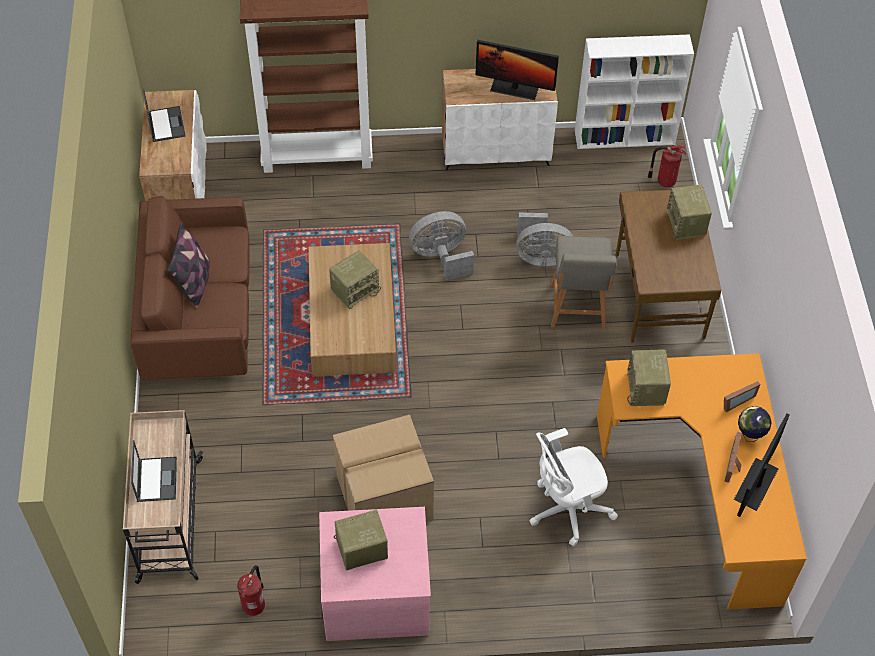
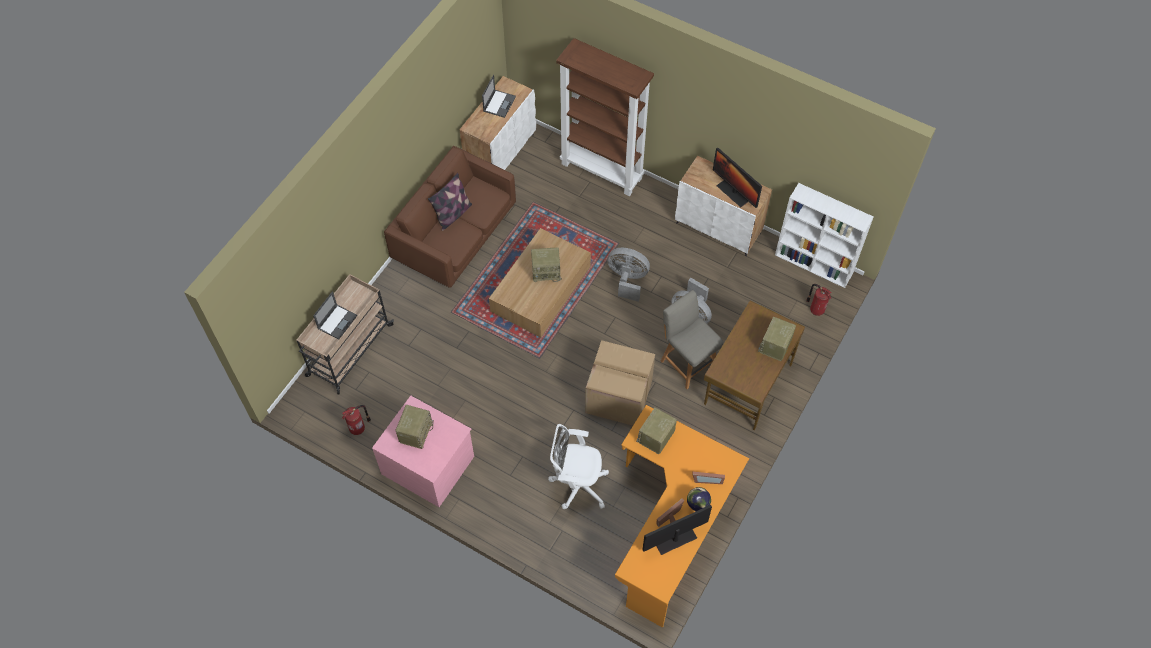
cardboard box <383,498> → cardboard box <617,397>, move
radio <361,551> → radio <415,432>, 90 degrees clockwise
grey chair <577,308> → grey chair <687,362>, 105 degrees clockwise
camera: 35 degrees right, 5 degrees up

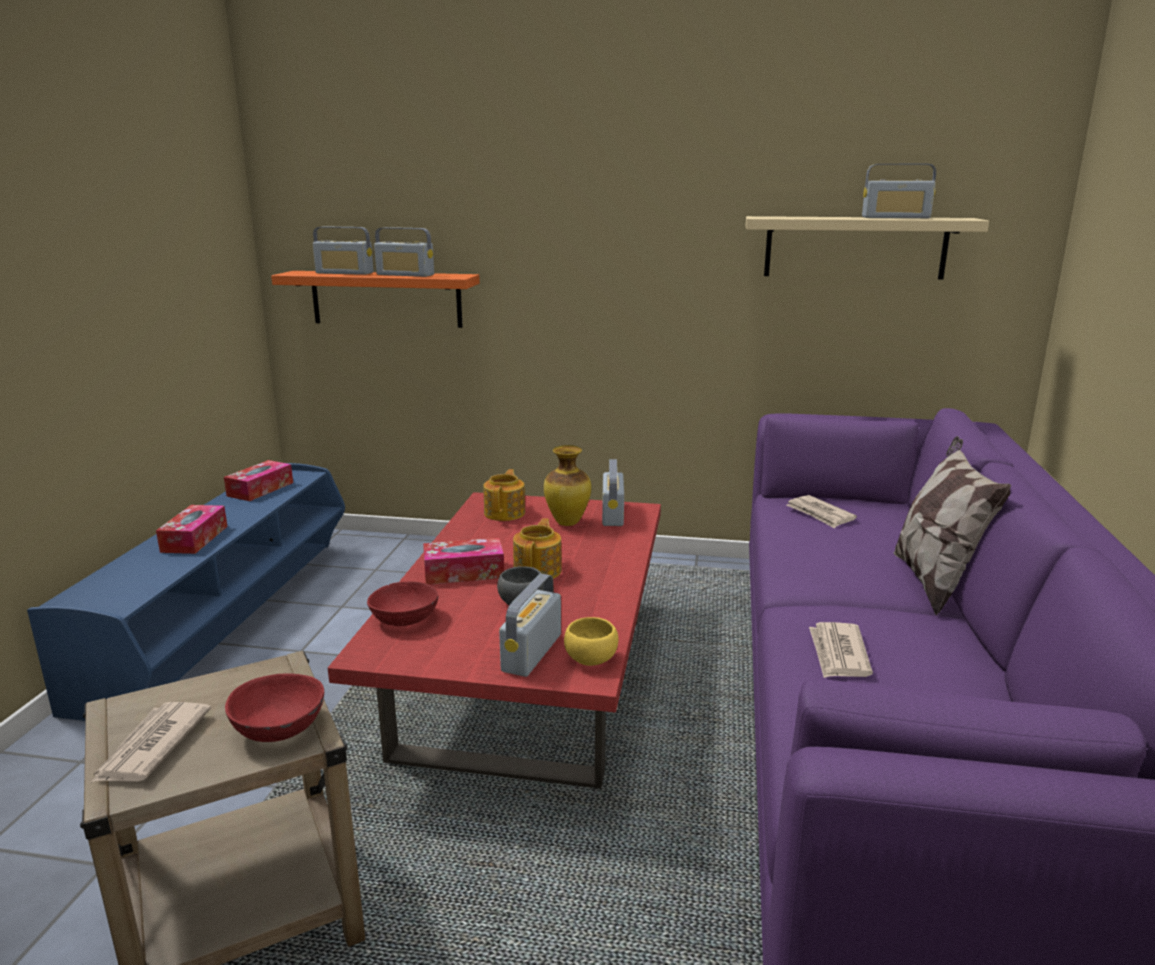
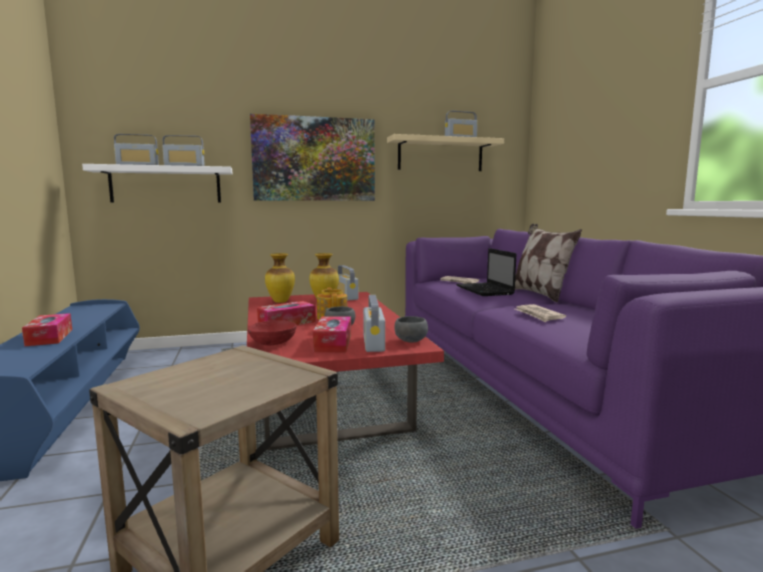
newspaper <151,746> → -
tissue box <260,489> → tissue box <333,343>, move
red bowl <278,728> → -
orange shelf <386,299> → white shelf <166,185>
teapot <505,513> → vase <281,302>
yellow bowl <590,658> → grey bowl <410,340>
- → picture <314,159>
- → laptop <485,290>
camera: 25 degrees left, 10 degrees down

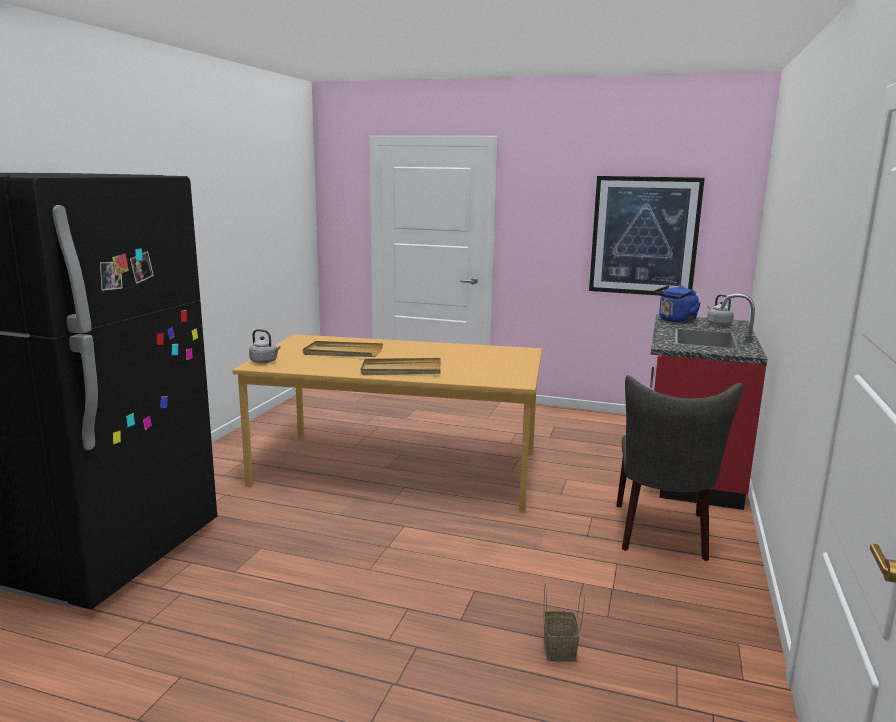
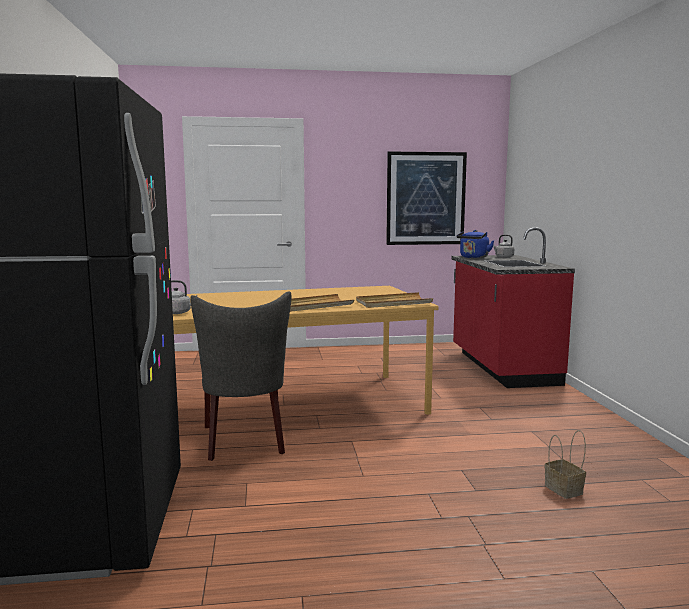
beige tray <342,352> → beige tray <393,303>, move
grey chair <662,535> → grey chair <245,442>, move
camera: 25 degrees left, 5 degrees down

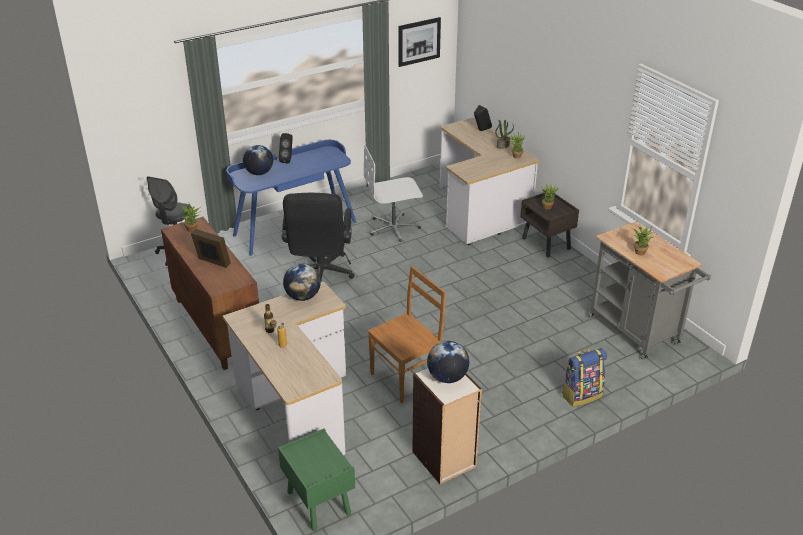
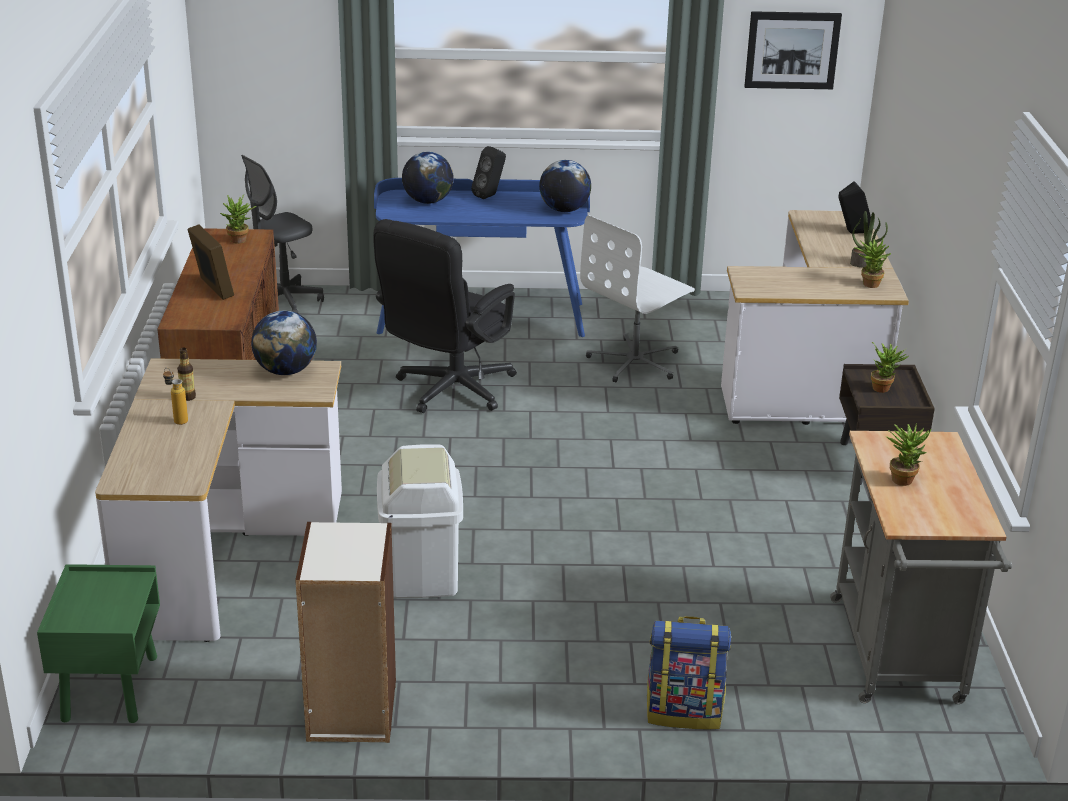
white office chair <394,228> → white office chair <635,362>, 60 degrees counterclockwise
brown chair <406,378> → white trash can <422,575>
globe <447,377> → globe <564,210>, move
camera: 30 degrees right, 5 degrees down

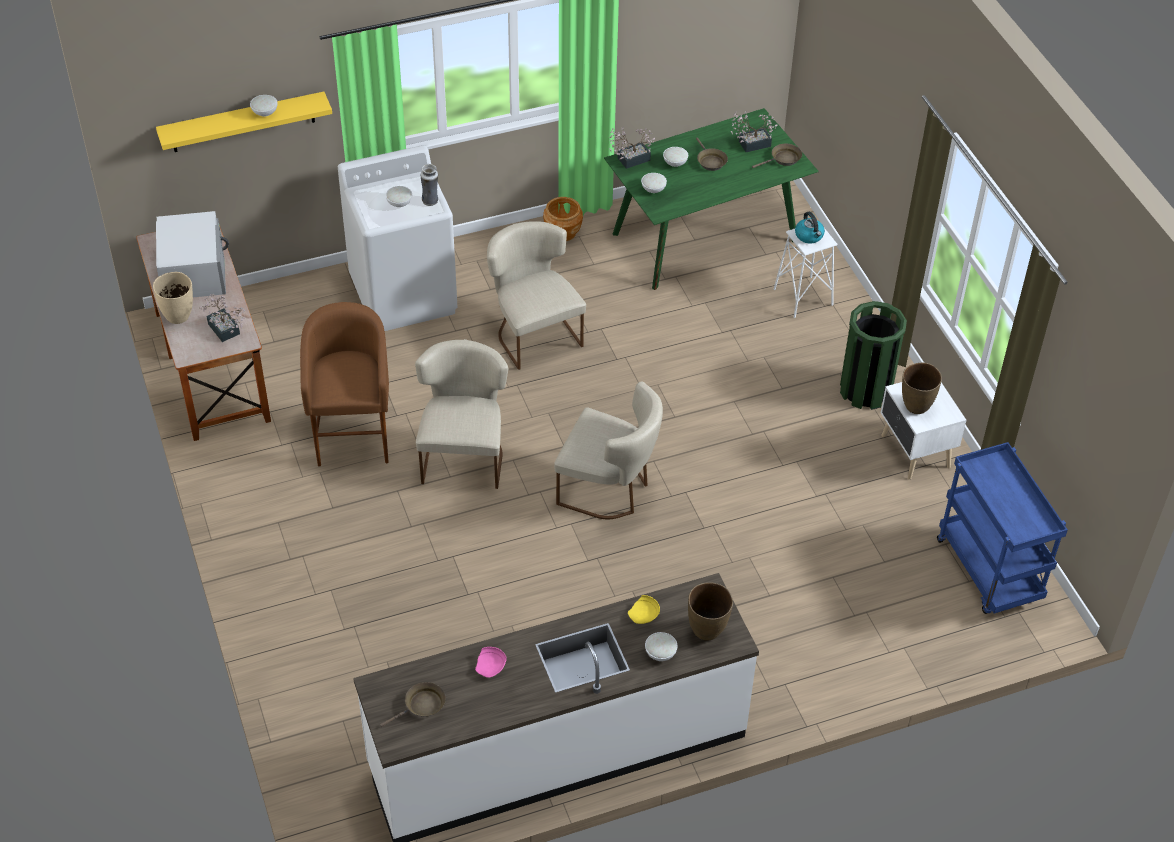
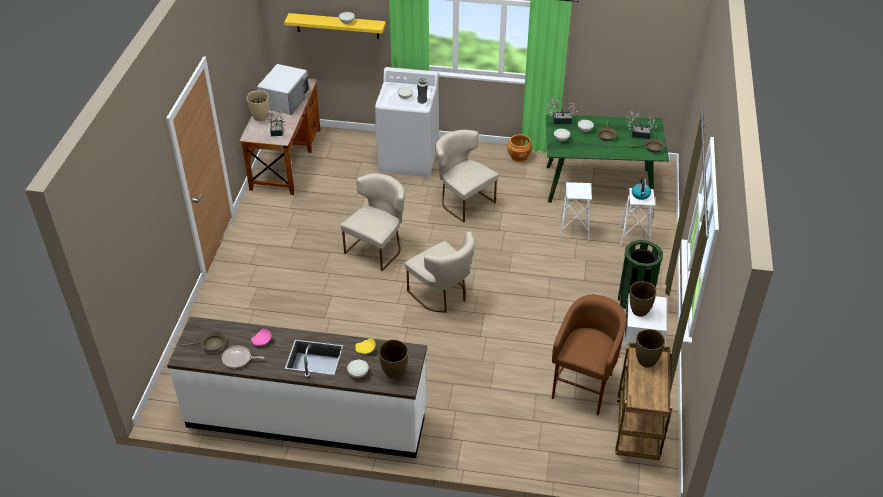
brown stool <353,435> → brown stool <584,387>, move
beige chair <533,333> → beige chair <463,201>, 45 degrees counterclockwise
blue cart <990,571> → brown cart <638,432>
- → frying pan <238,359>
- → white stool <573,230>
- → brown vase <646,361>
camera: 30 degrees right, 5 degrees down

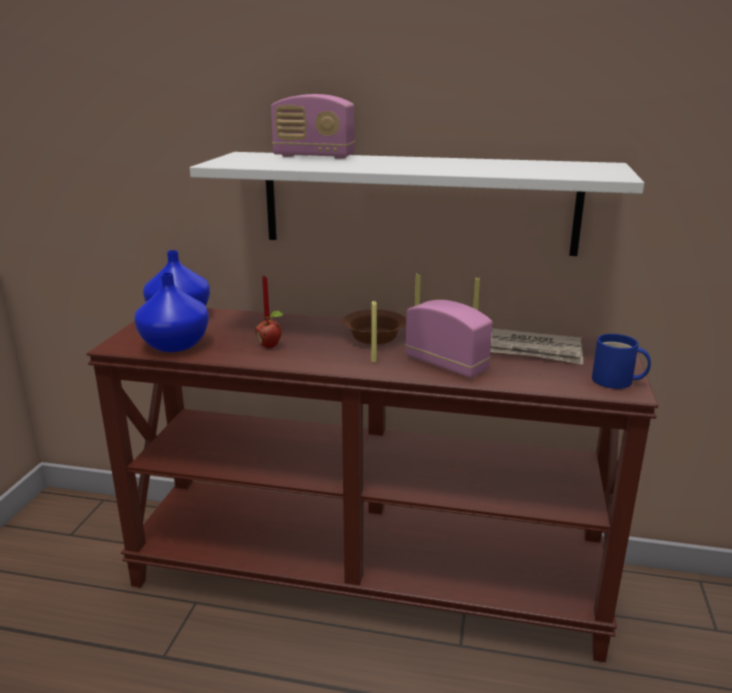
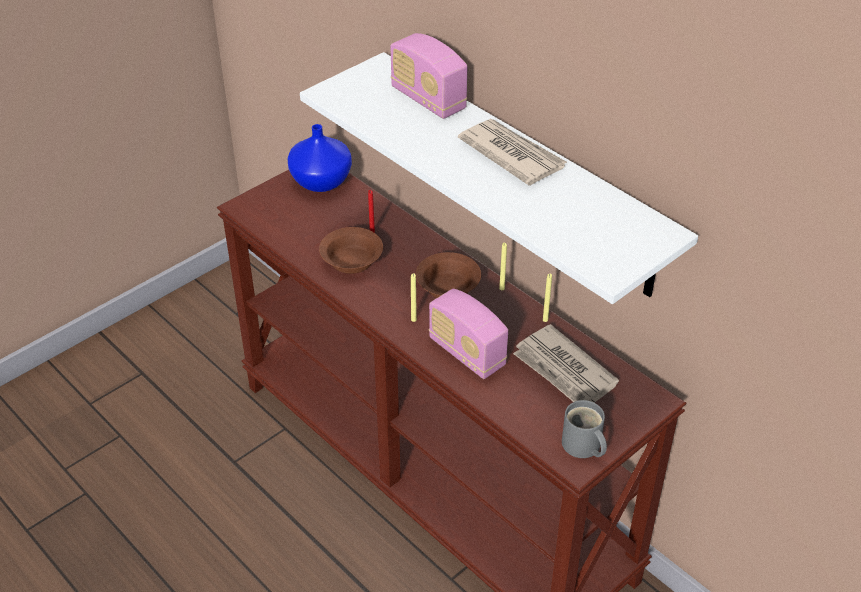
blue vase <175,344> → -
apple <270,346> → brown bowl <353,261>
radio <446,364> → radio <467,353>, 150 degrees clockwise
blue mug <616,381> → grey mug <582,446>
- → newspaper <511,154>
camera: 35 degrees right, 20 degrees up

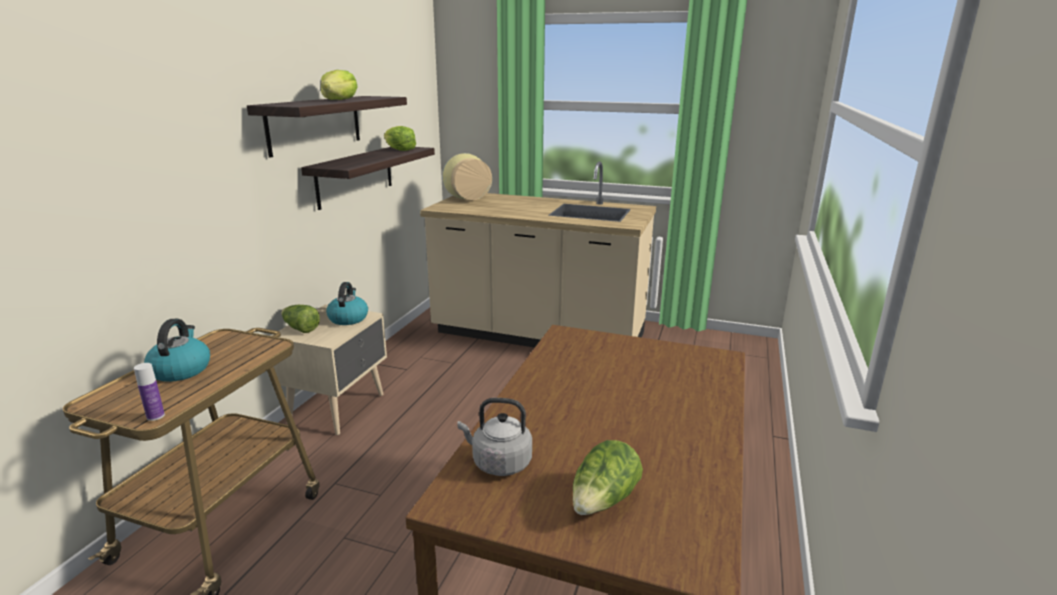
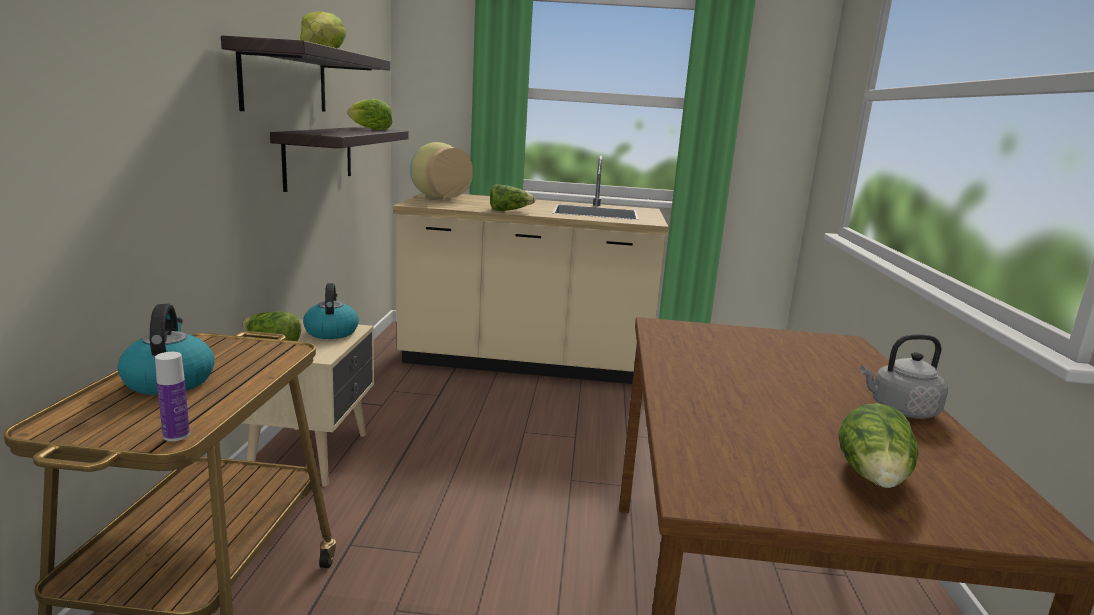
grey kettle <498,463> → grey kettle <900,410>, move
- → lettuce <509,211>
camera: 15 degrees left, 5 degrees down

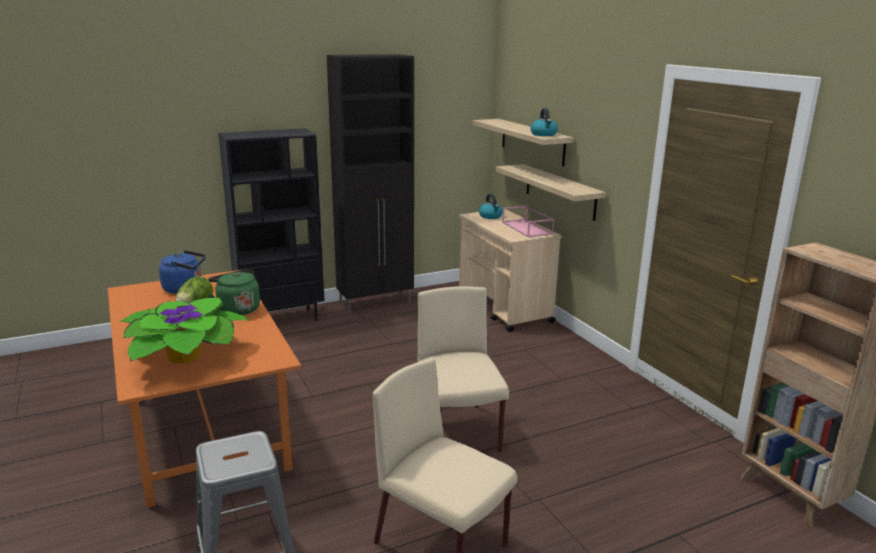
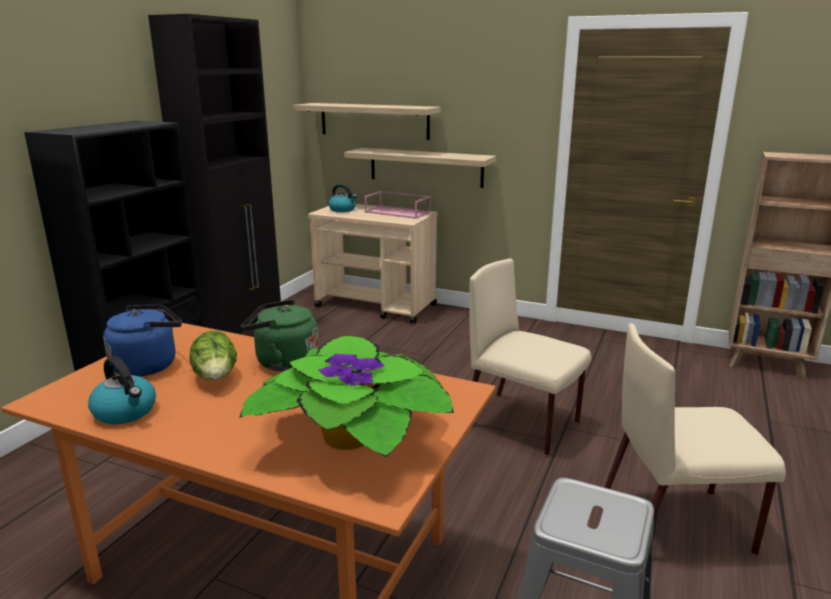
kettle <543,134> → kettle <126,412>, move
camera: 40 degrees left, 0 degrees up

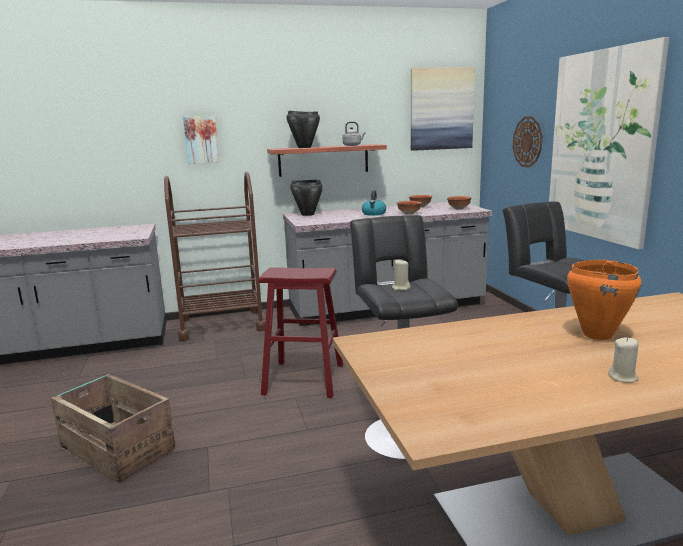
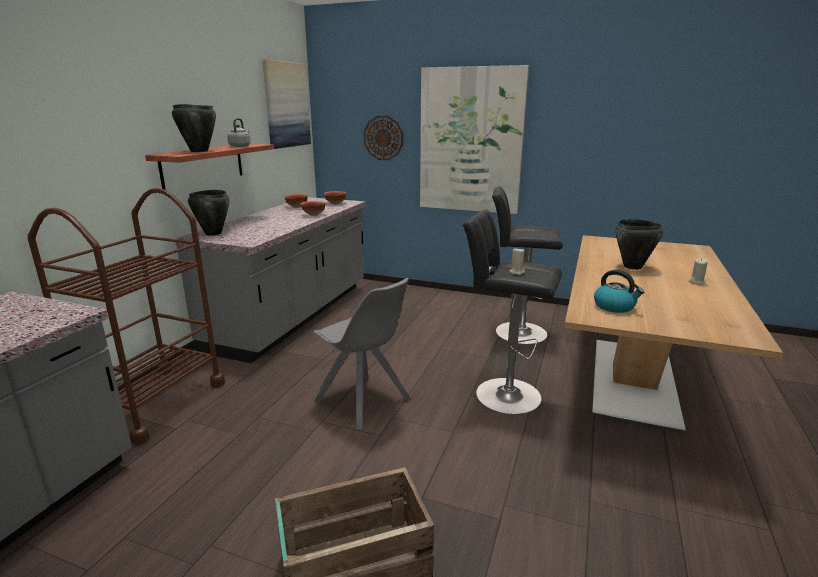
picture <201,139> → -
red stool <304,379> → grey chair <364,401>
kettle <374,214> → kettle <615,307>, move
orange cooking pot <596,335> → black cooking pot <632,267>
camera: 55 degrees left, 5 degrees up

